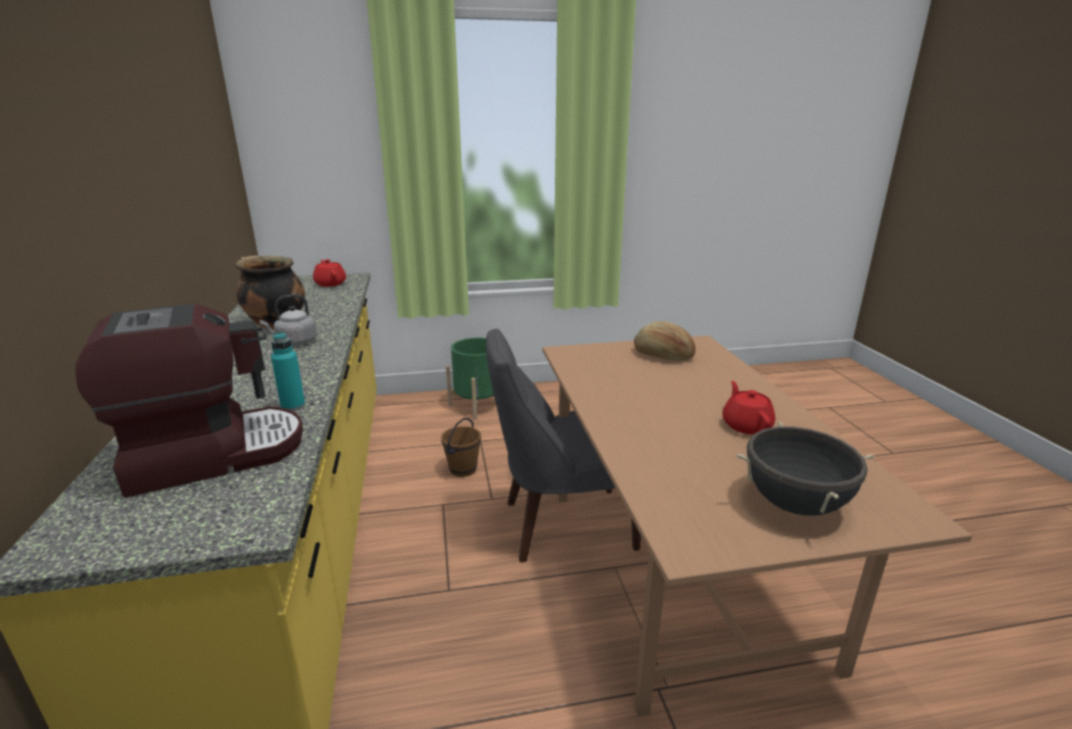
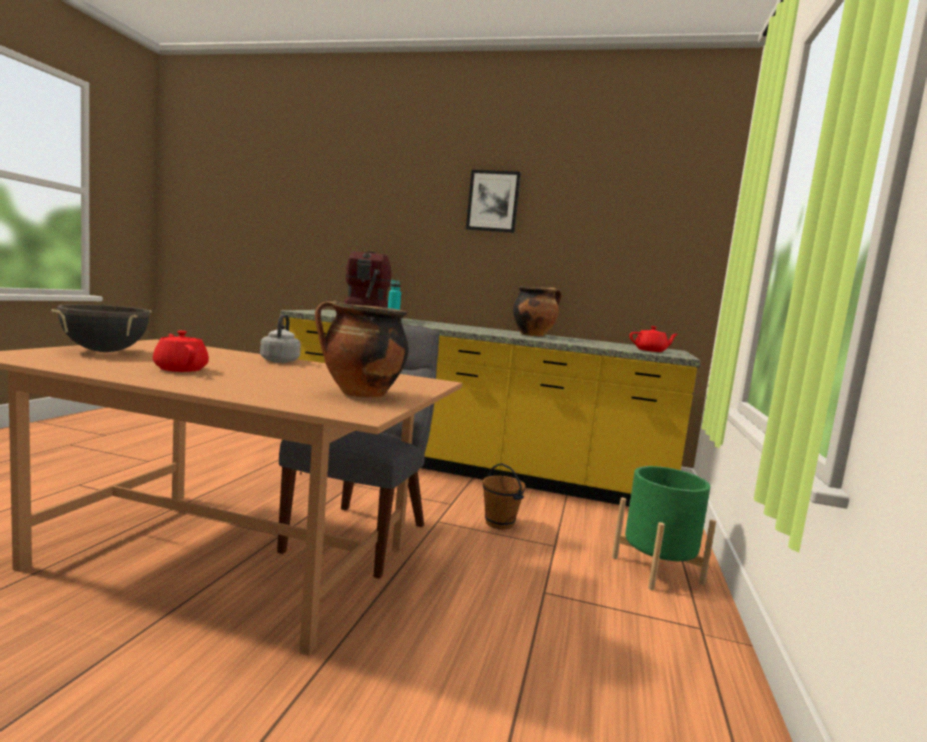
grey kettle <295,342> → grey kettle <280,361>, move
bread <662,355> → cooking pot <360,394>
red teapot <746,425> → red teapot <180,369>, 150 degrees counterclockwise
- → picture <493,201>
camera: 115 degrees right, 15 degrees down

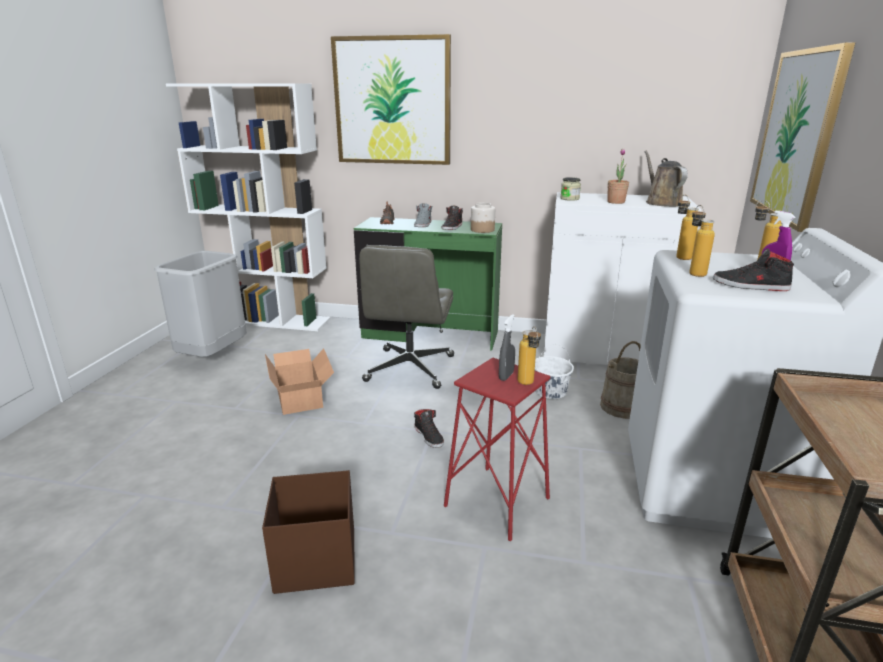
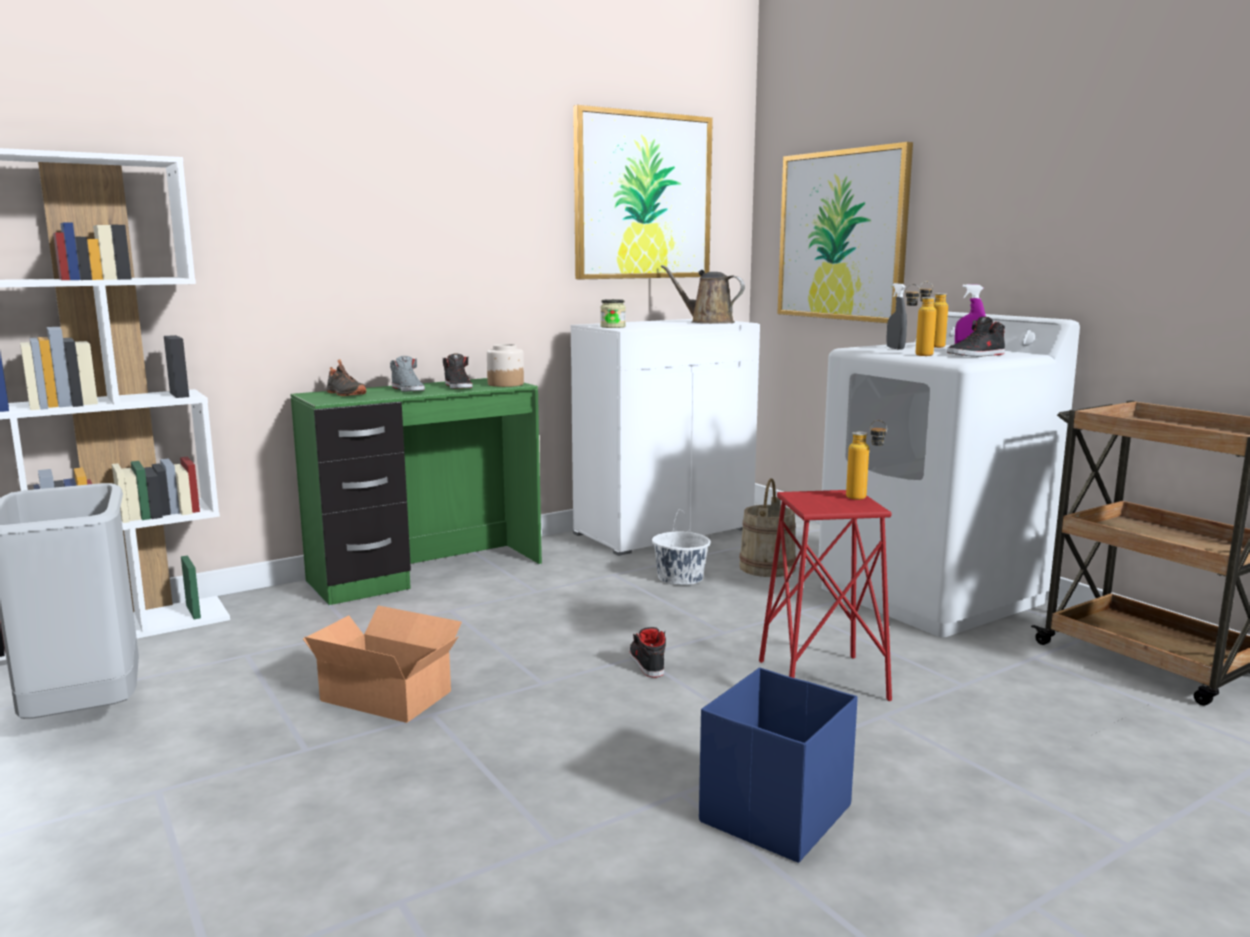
brown storage box <314,561> → blue storage box <773,815>
picture <392,101> → picture <643,196>, move
grey office chair <410,369> → -
black shoe <429,436> → black shoe <646,662>, 120 degrees counterclockwise
grey spray bottle <506,376> → grey spray bottle <895,348>, move
potted plant <616,202> → -
bottle <680,256> → -
camera: 45 degrees left, 10 degrees down

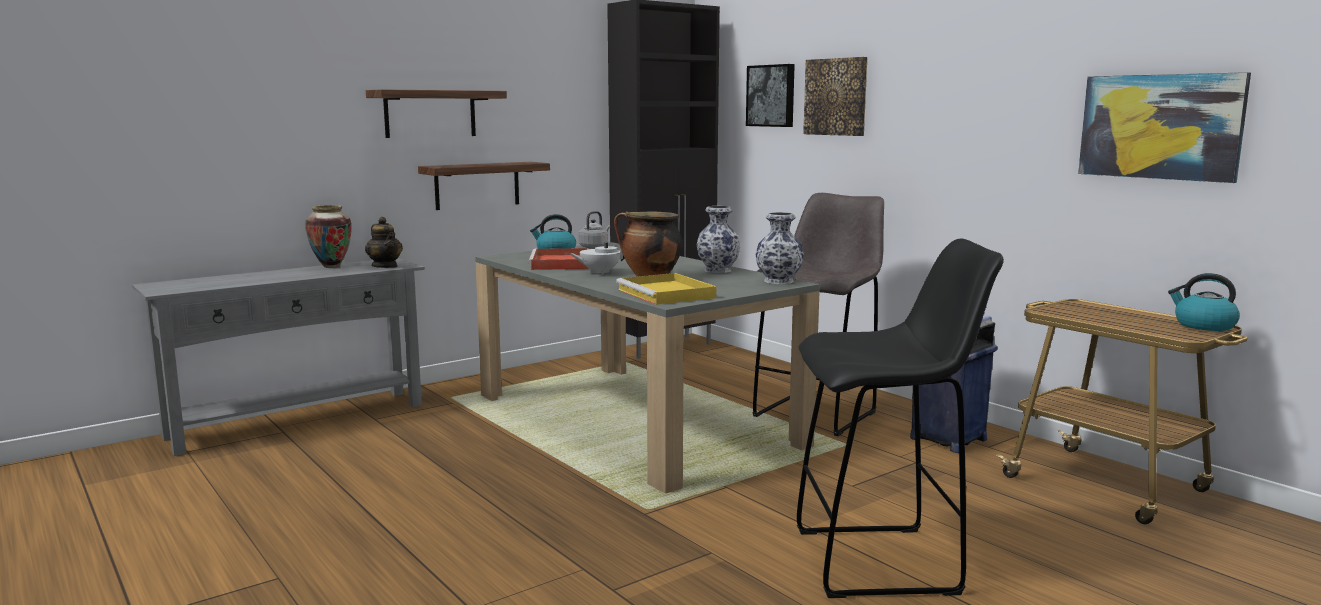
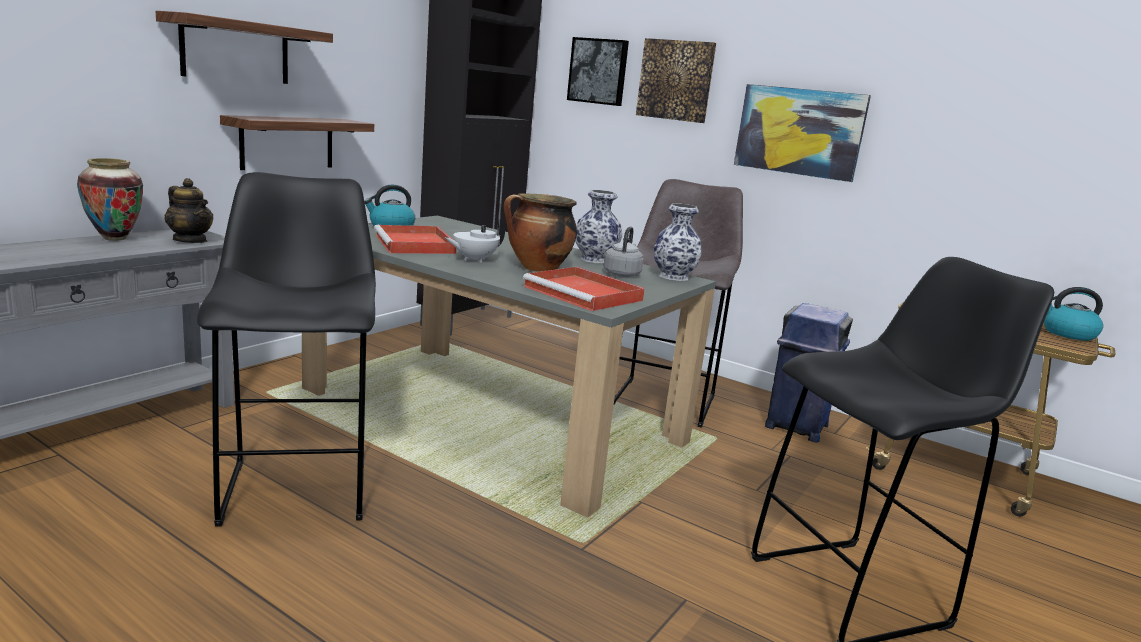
grey kettle <594,247> → grey kettle <622,274>, move
yellow tray <667,294> → red tray <585,294>
picture <1160,126> → picture <799,131>, move
- → black stool <297,487>
camera: 20 degrees left, 5 degrees up

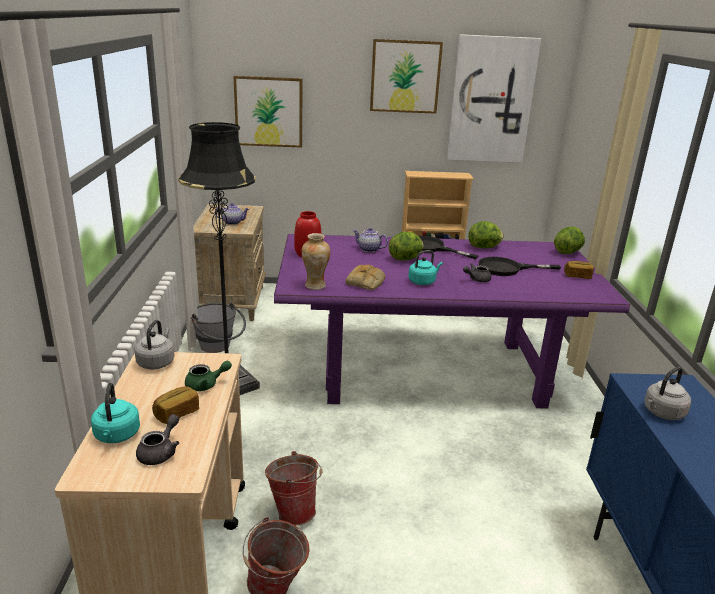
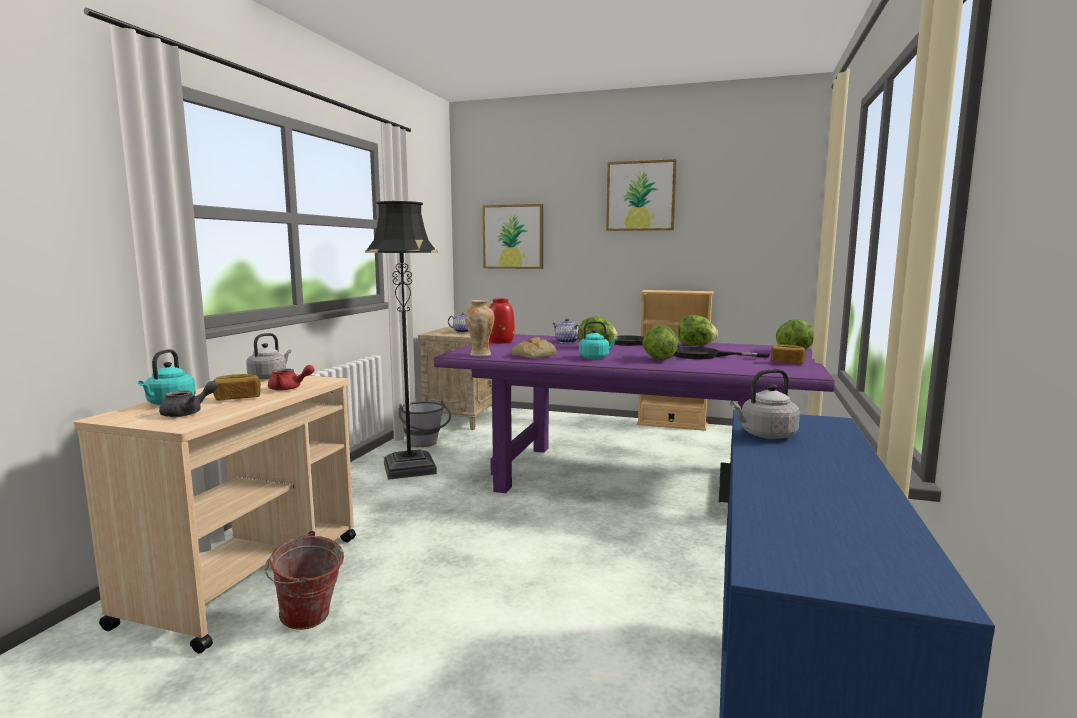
green teapot <206,385> → red teapot <289,388>
bucket <294,510> → -
picture <491,100> → -
grey teapot <476,279> → lettuce <658,359>
camera: 20 degrees right, 15 degrees down

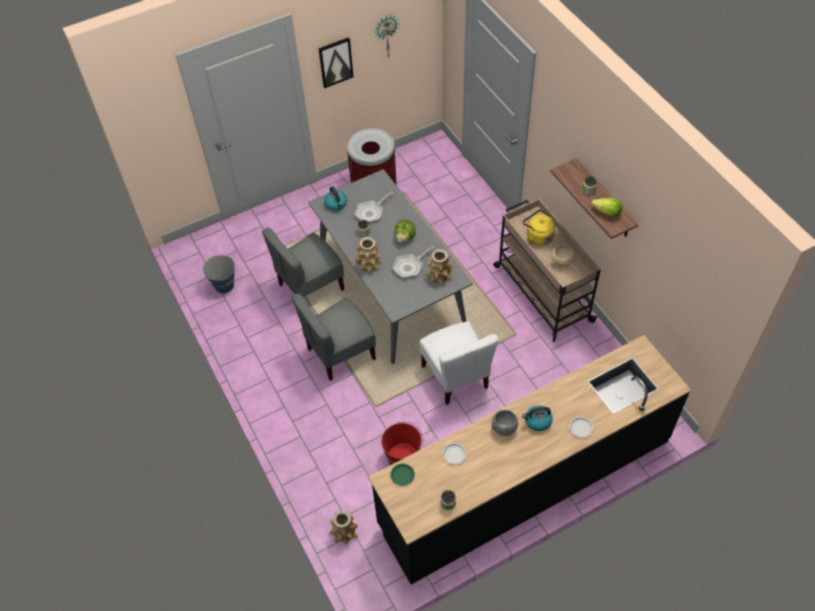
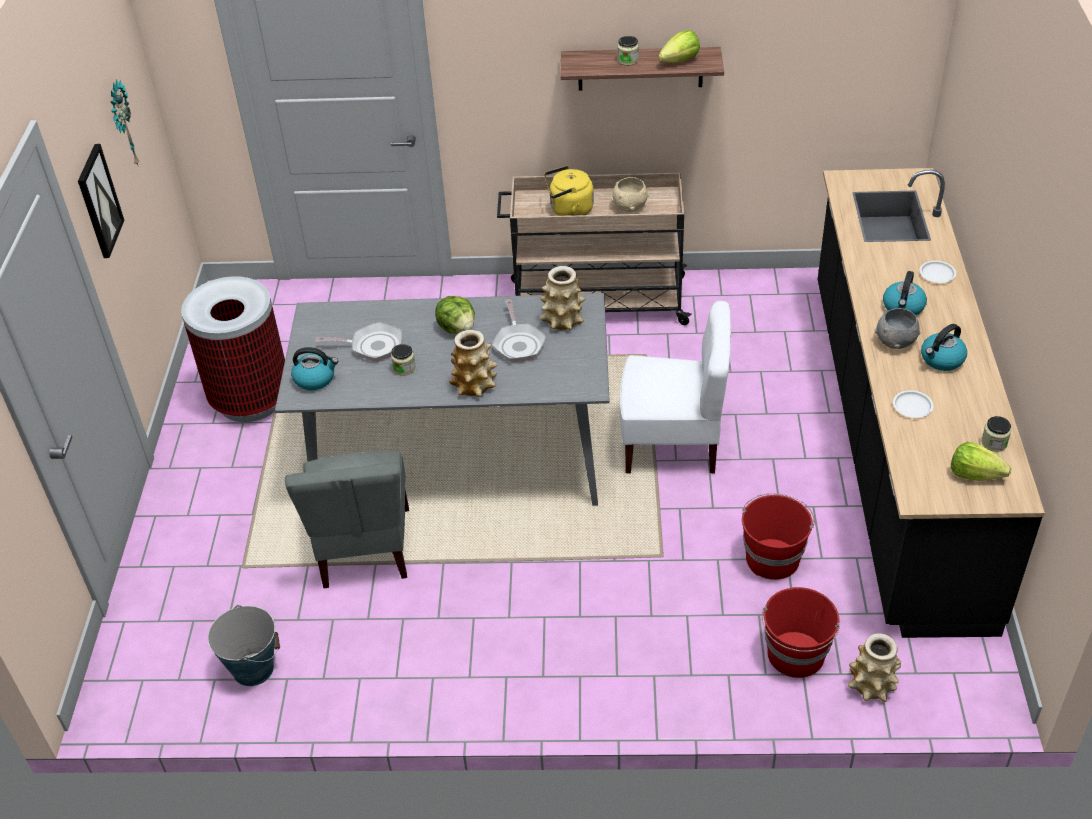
grey chair <340,353> → -
frying pan <371,212> → frying pan <372,346>, 75 degrees counterclockwise
green plate <402,475> → -
- → red bucket <796,655>
- → kettle <941,359>
- → lettuce <974,474>
camera: 60 degrees left, 10 degrees down

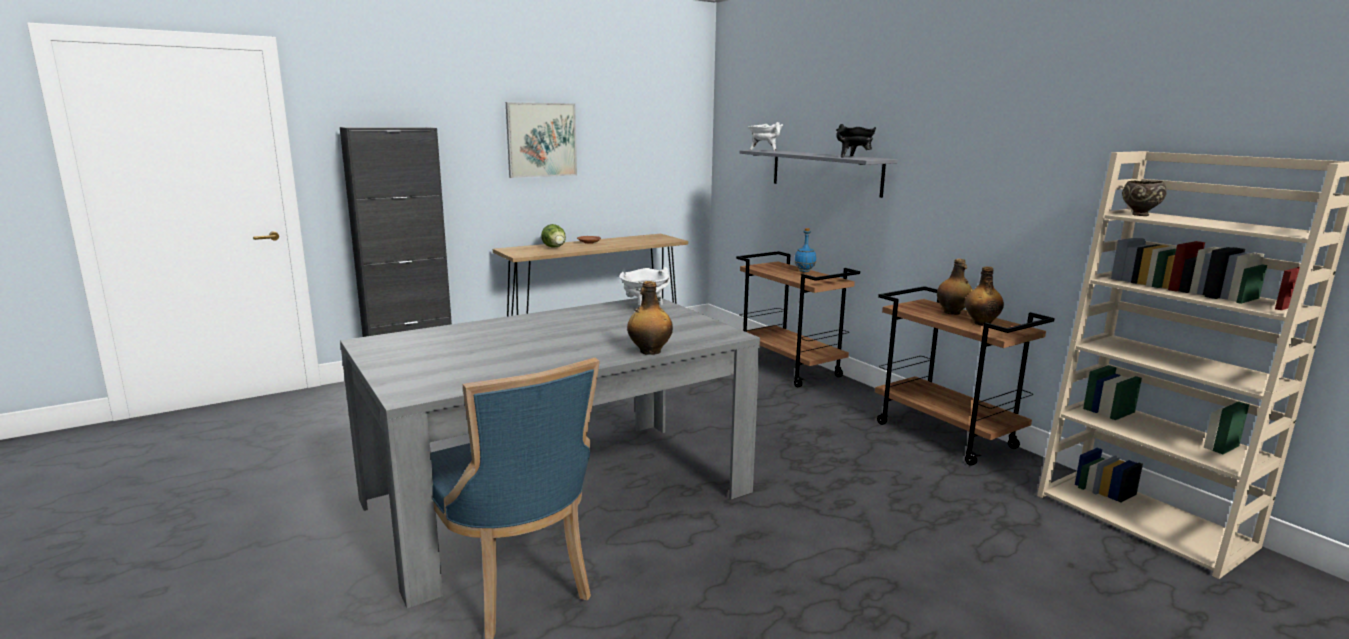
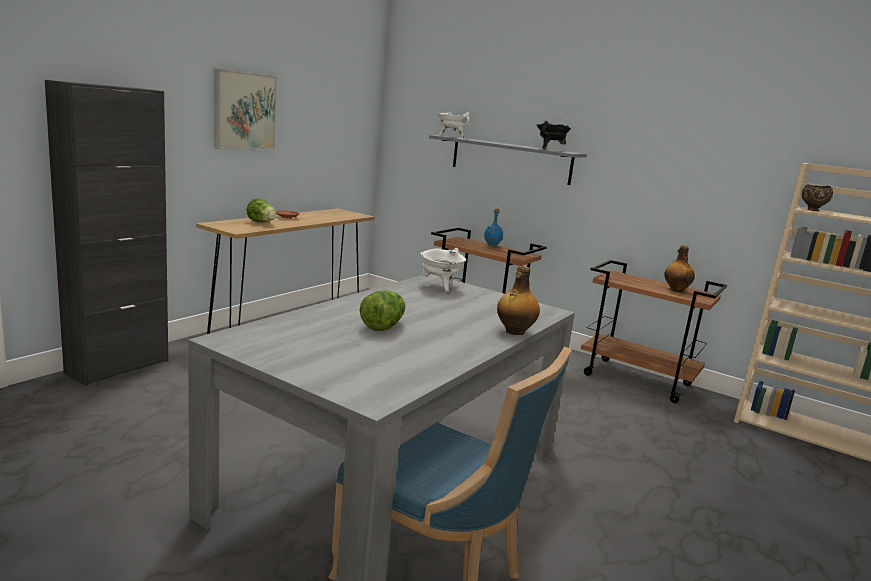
bottle <952,312> → -
- → lettuce <383,326>
camera: 25 degrees left, 0 degrees up

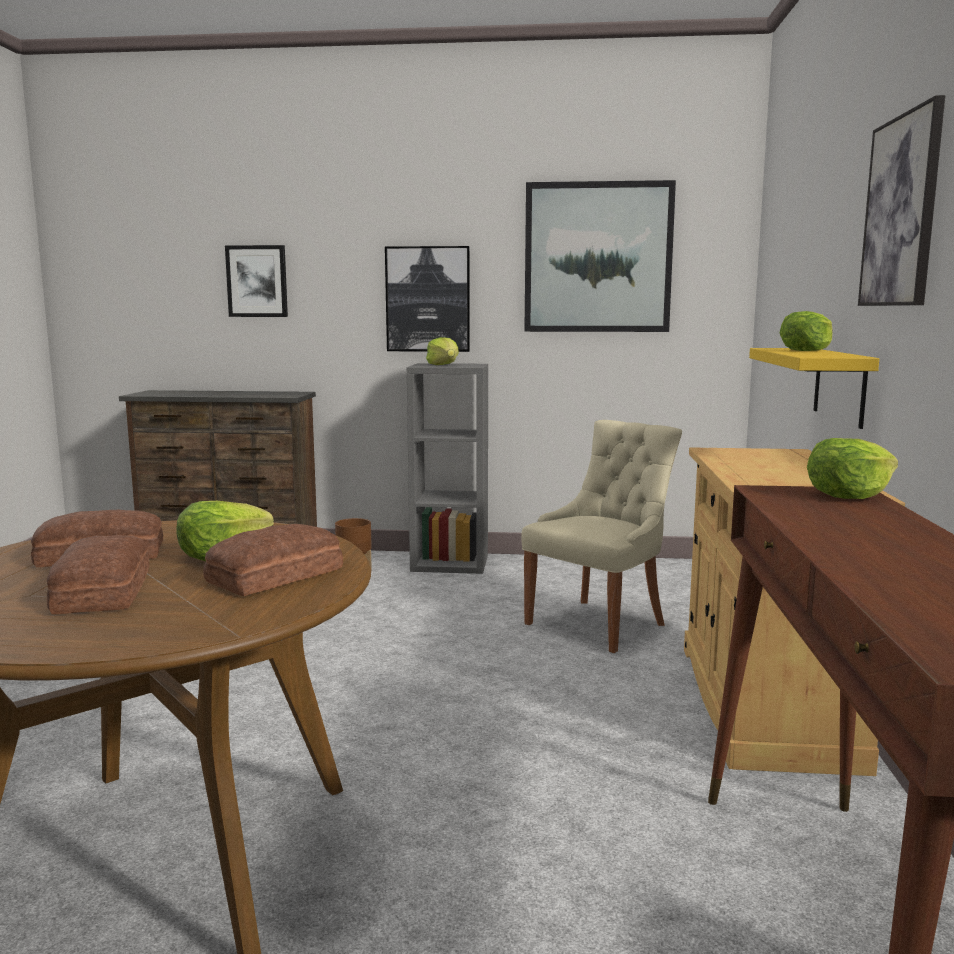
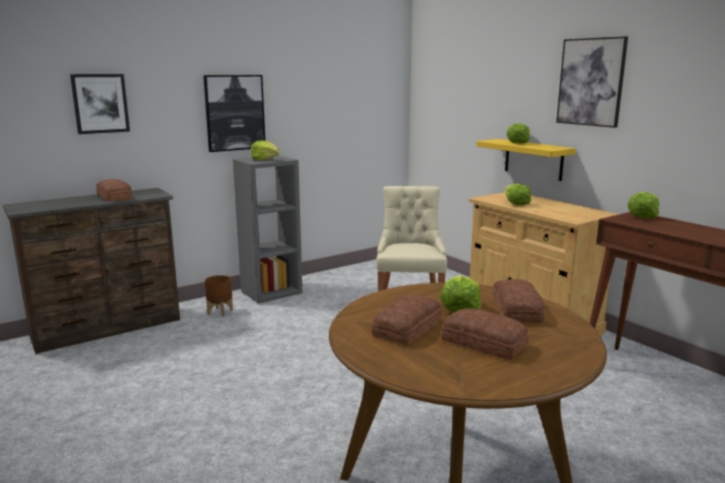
picture <597,258> → -
- → bread <115,196>
- → lettuce <515,203>
camera: 40 degrees left, 5 degrees up

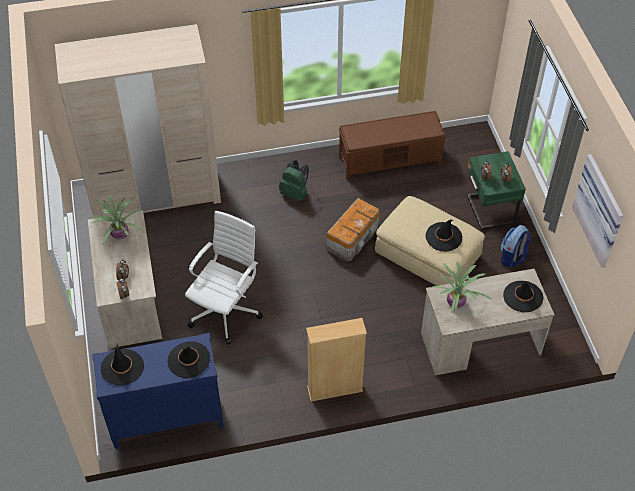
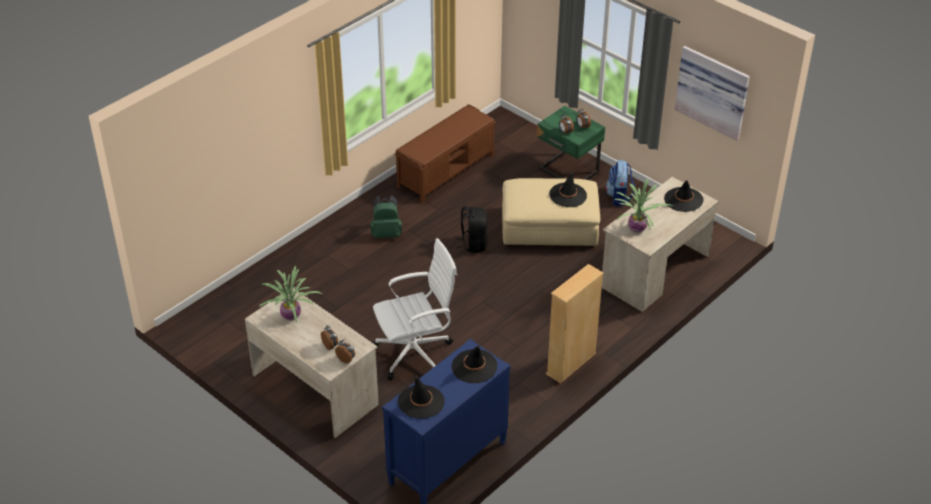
beige wardrobe <155,194> → -
white office chair <226,310> → white office chair <416,353>, 75 degrees clockwise
storage box <353,238> → black backpack <473,244>
camera: 35 degrees left, 10 degrees down

